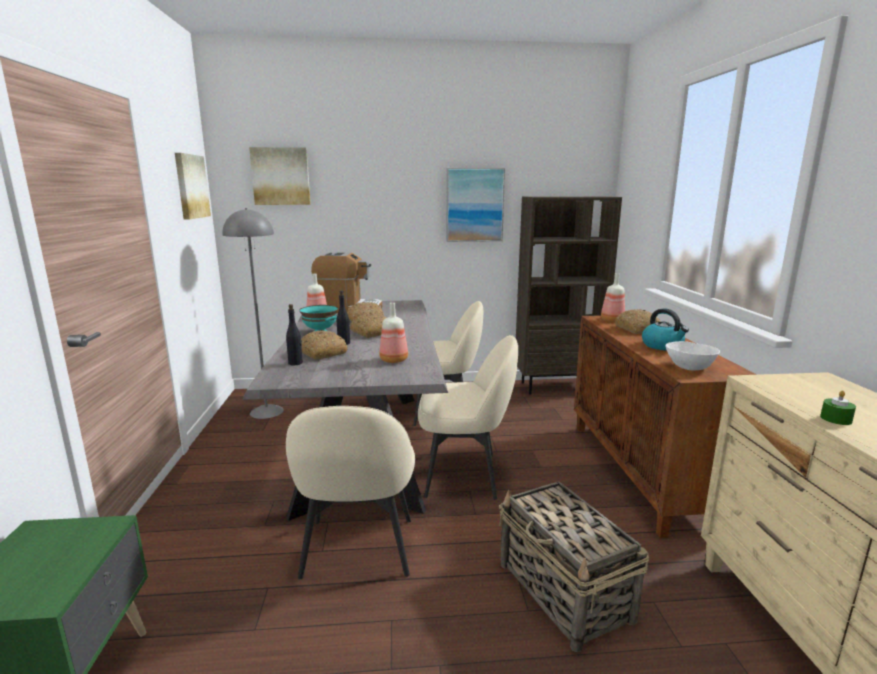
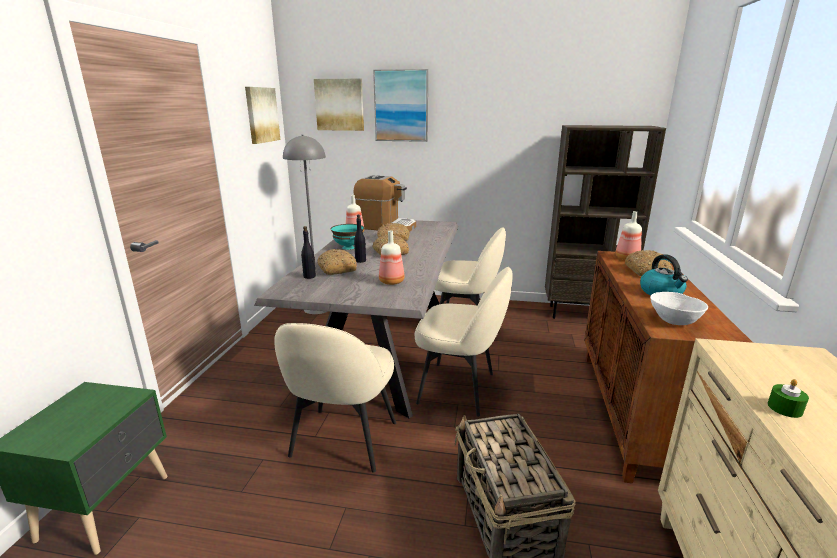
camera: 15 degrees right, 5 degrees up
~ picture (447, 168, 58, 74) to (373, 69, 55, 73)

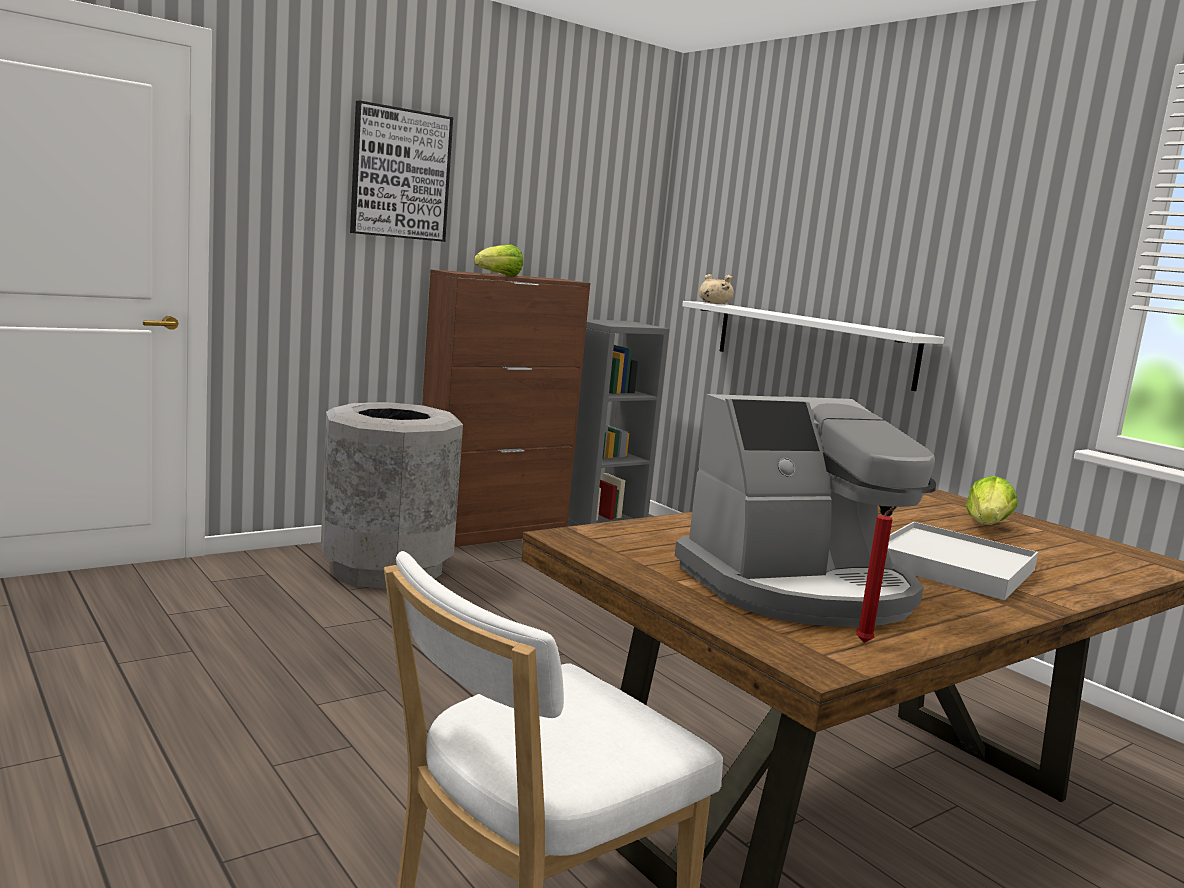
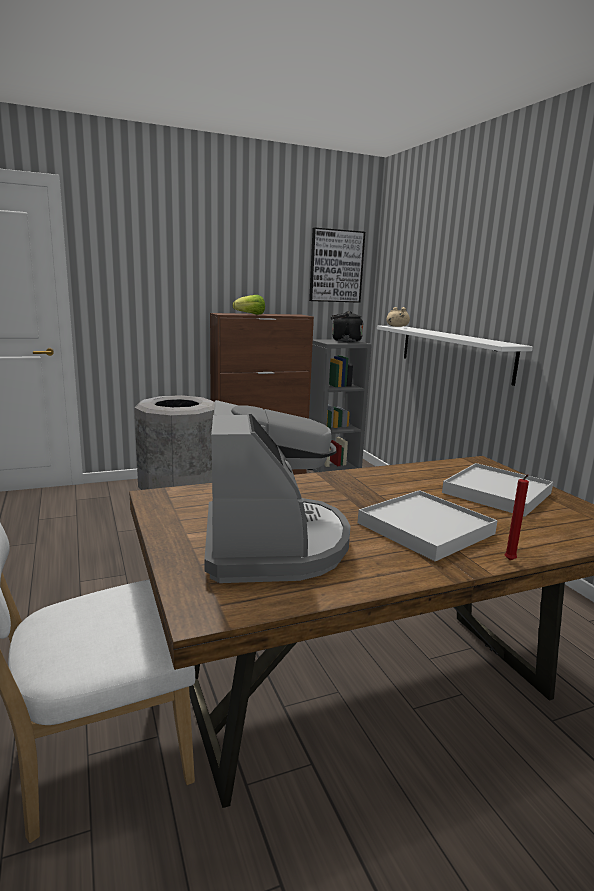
camera: 15 degrees right, 5 degrees up
~ coffee machine (675, 394, 261, 233) = (204, 400, 146, 183) 90 degrees counterclockwise
~ picture (350, 100, 103, 142) to (309, 228, 56, 75)
+ kettle/black (331, 311, 32, 31)
~ lettuce (965, 476, 52, 49) to tray/white (442, 463, 111, 54)
~ candle/red (856, 507, 38, 136) to (505, 474, 24, 86)

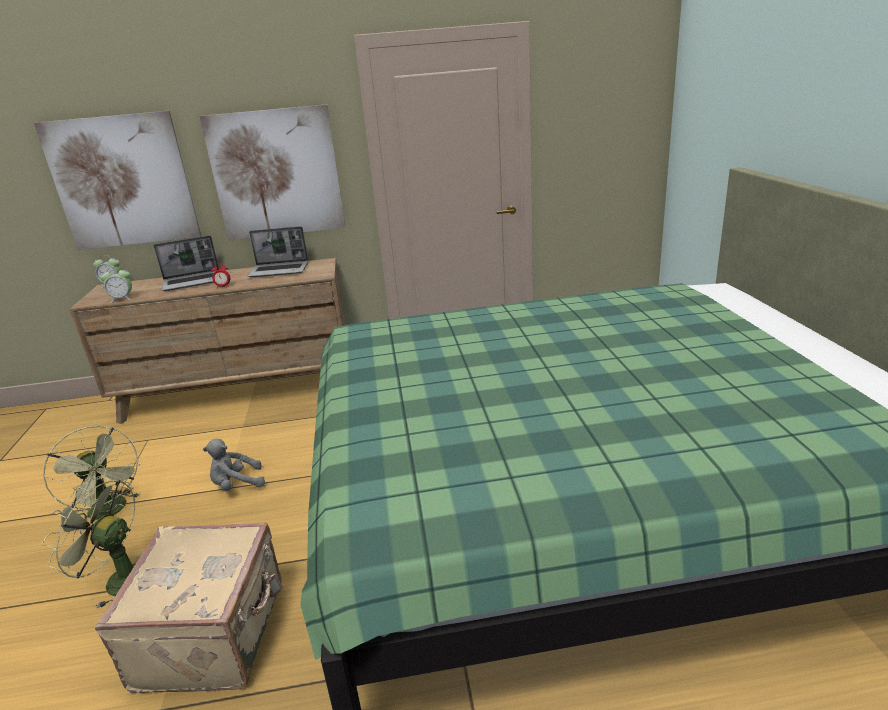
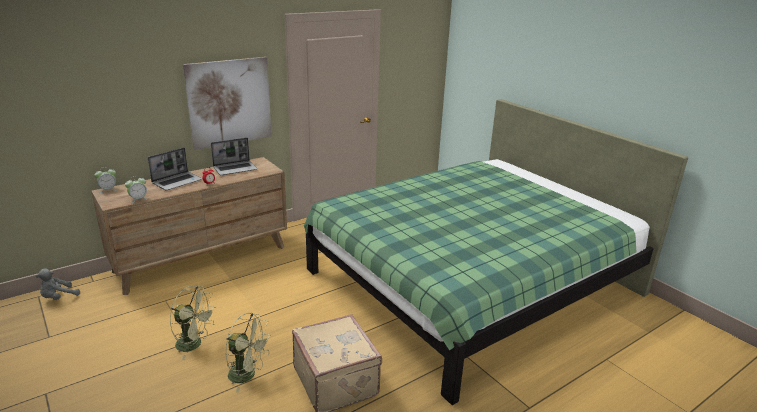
camera: 30 degrees left, 0 degrees up
~ plush toy/grey (203, 439, 62, 52) to (36, 268, 44, 32)
~ fan/green (42, 476, 102, 132) = (225, 312, 47, 80) 150 degrees counterclockwise
- picture (34, 111, 167, 139)

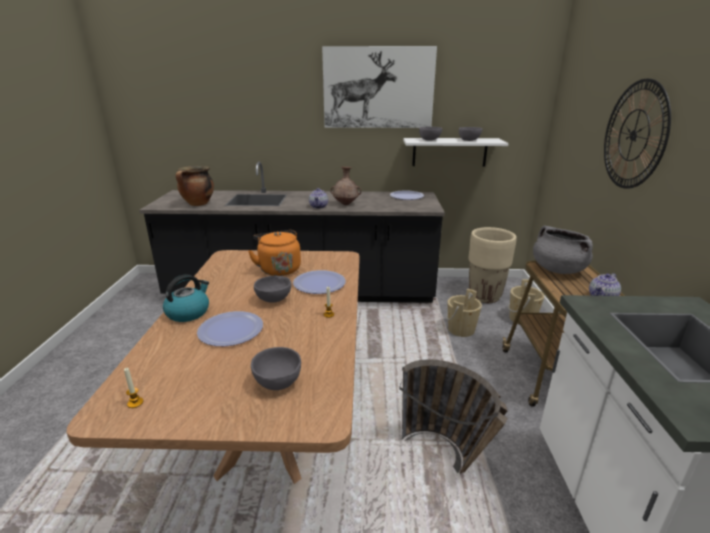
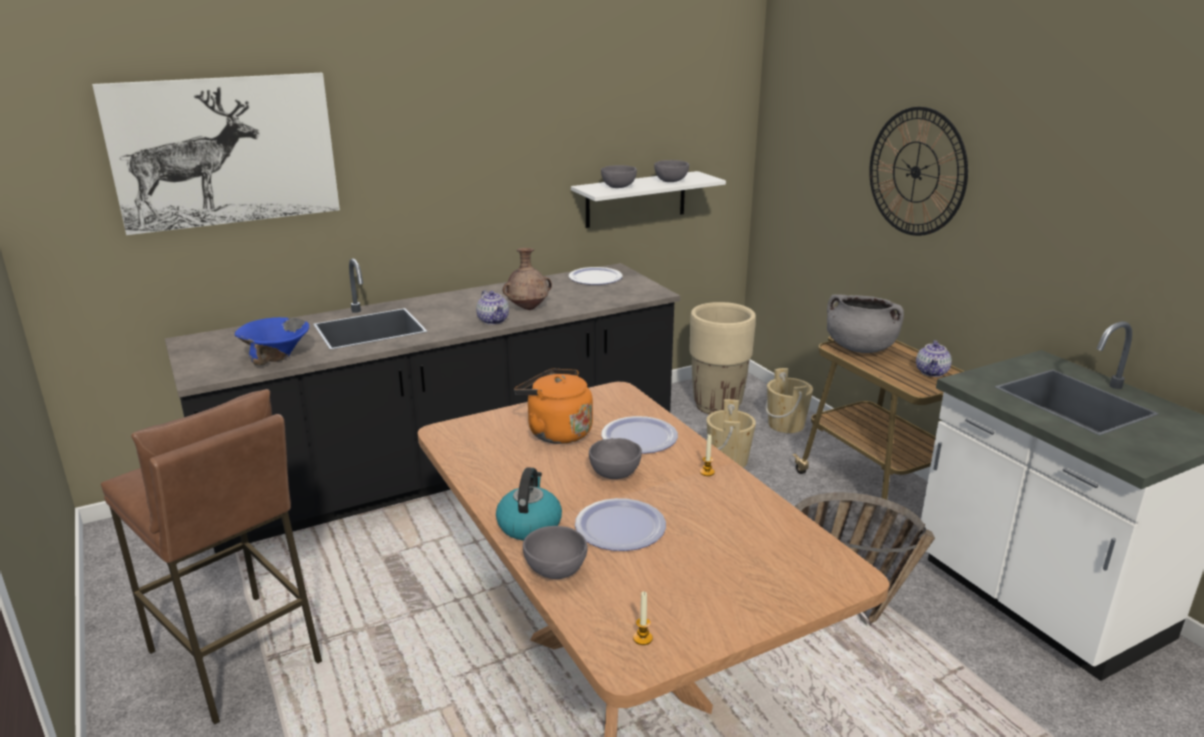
camera: 30 degrees left, 0 degrees up
~ picture (322, 46, 115, 82) to (92, 73, 248, 162)
+ stool/brown (101, 389, 221, 336)
~ cooking pot (176, 166, 38, 40) to bowl/blue (235, 317, 74, 48)
~ bowl/grey (251, 347, 50, 43) to (523, 526, 65, 53)

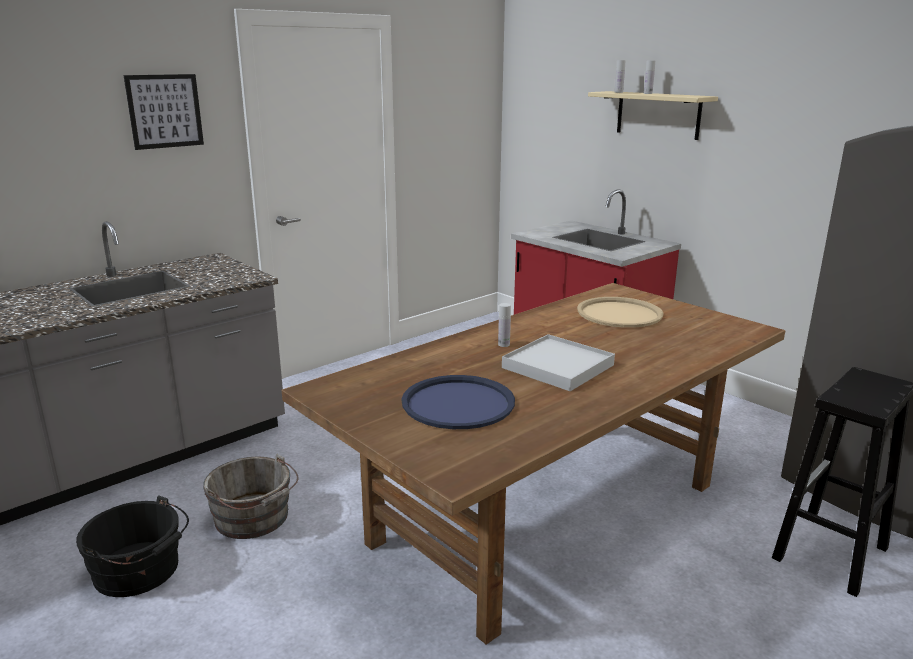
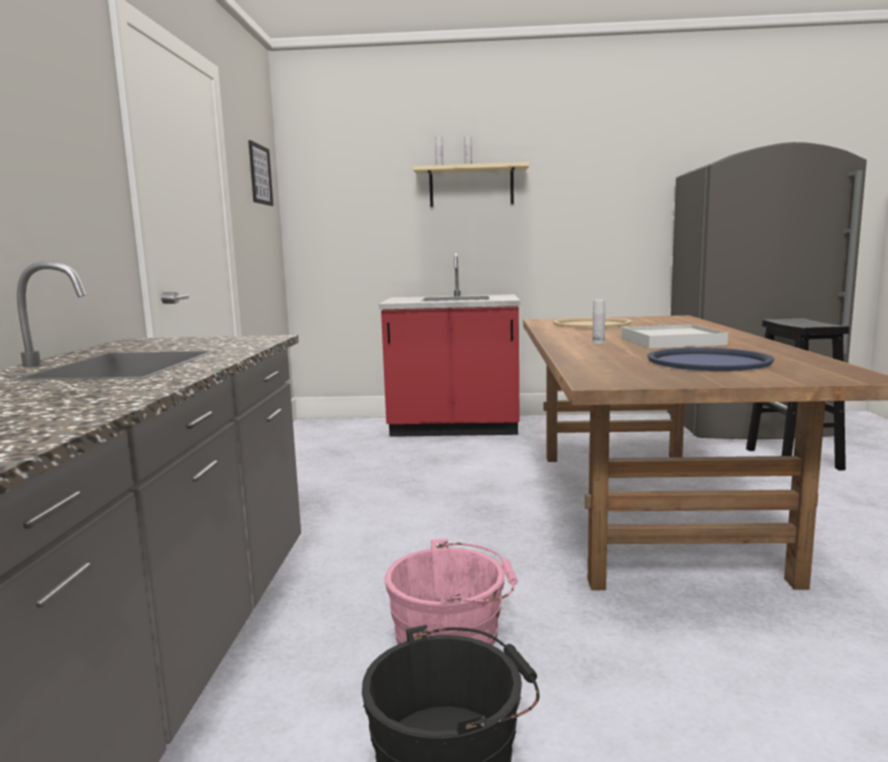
camera: 45 degrees left, 10 degrees down
~ picture (123, 74, 81, 76) to (248, 140, 25, 66)
~ bucket/grey (203, 454, 96, 85) to bucket/pink (384, 538, 134, 107)

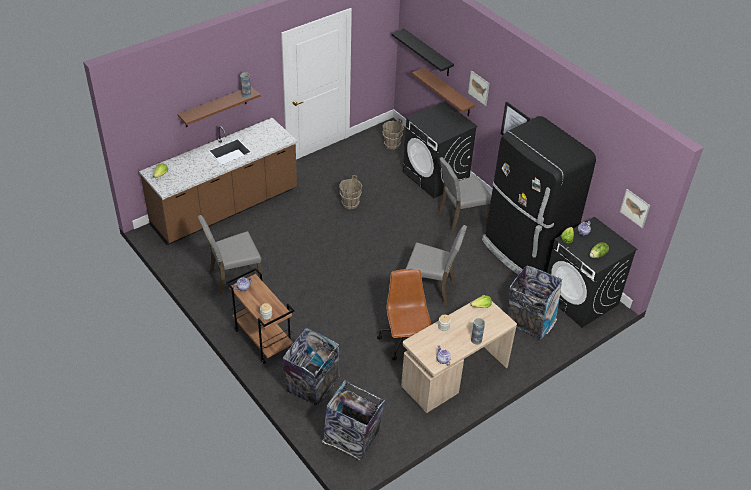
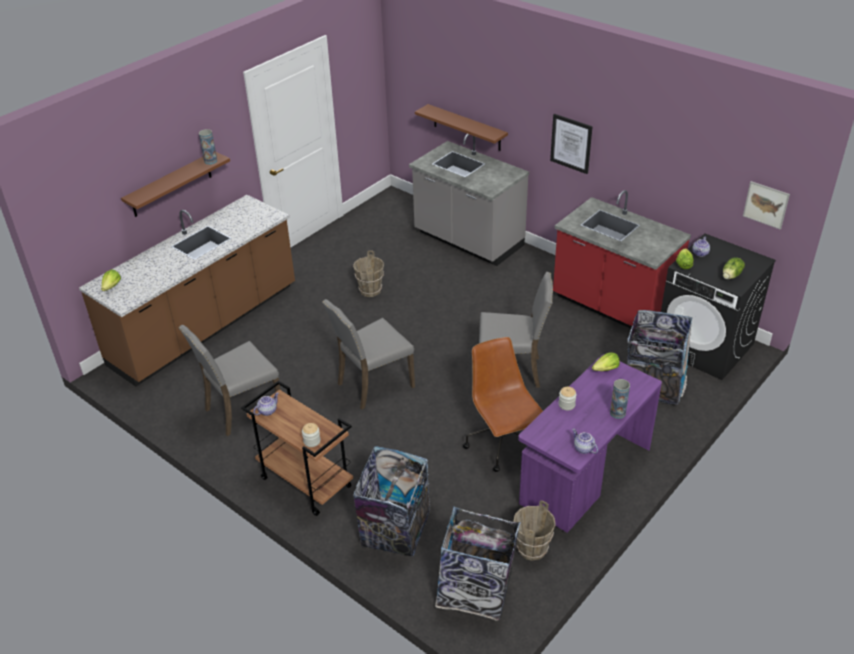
camera: 10 degrees left, 5 degrees down
~ chair/grey (438, 157, 53, 76) to (322, 299, 93, 110)
~ washing machine/black (403, 101, 75, 97) to counter/grey (409, 134, 120, 132)
~ bucket/brown (383, 118, 21, 32) to (513, 500, 43, 61)
~ desk/beige (401, 295, 116, 118) to desk/purple (518, 354, 144, 179)
~ fridge/black (482, 116, 114, 159) to counter/red (553, 190, 138, 138)
- shelf/black (392, 29, 62, 47)
- picture (468, 71, 22, 35)

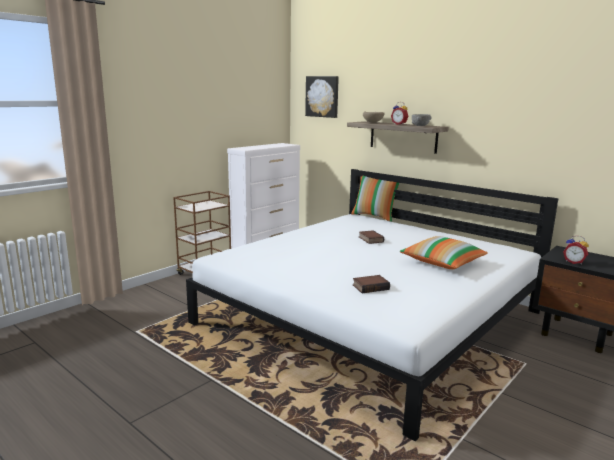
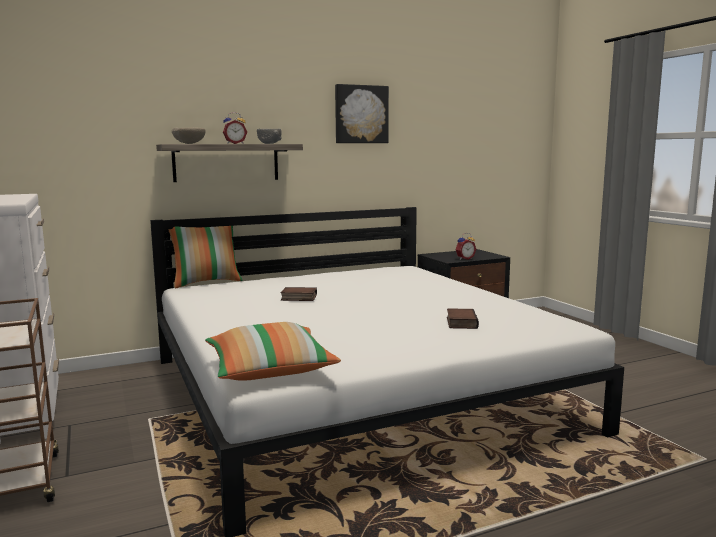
camera: 65 degrees left, 5 degrees down
~ pillow (400, 236, 88, 33) to (205, 322, 136, 59)
~ picture (305, 76, 34, 42) to (335, 84, 54, 59)

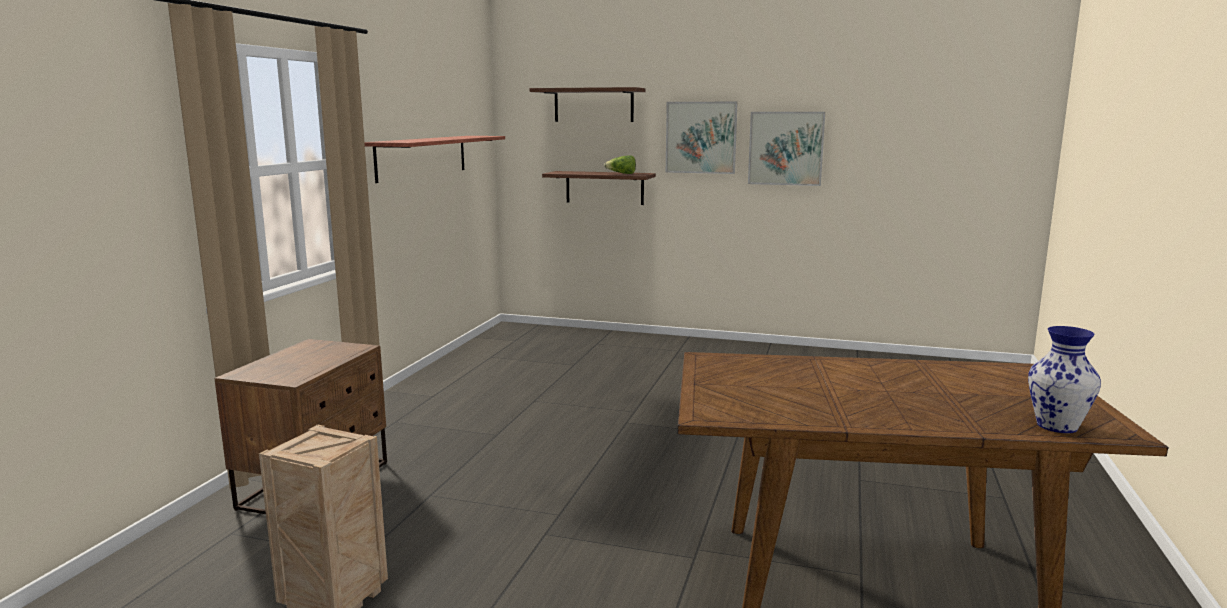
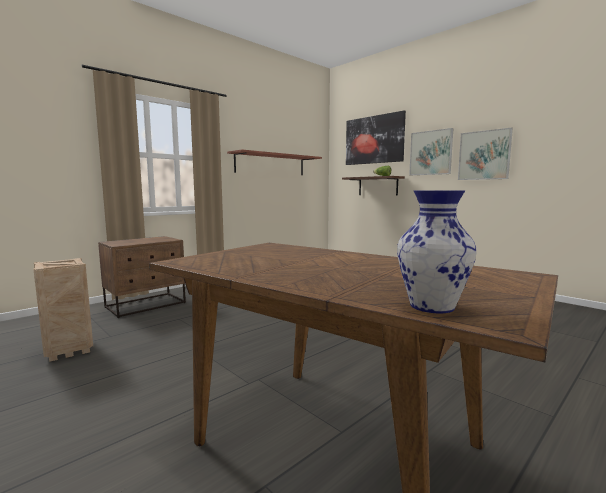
camera: 30 degrees right, 5 degrees down
~ shelf (529, 87, 117, 35) to picture (346, 111, 60, 54)

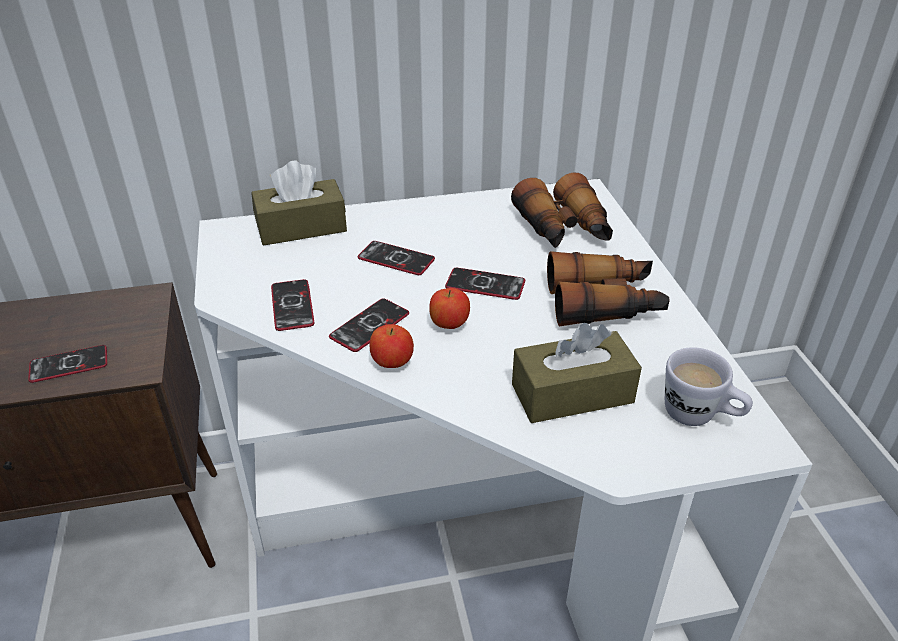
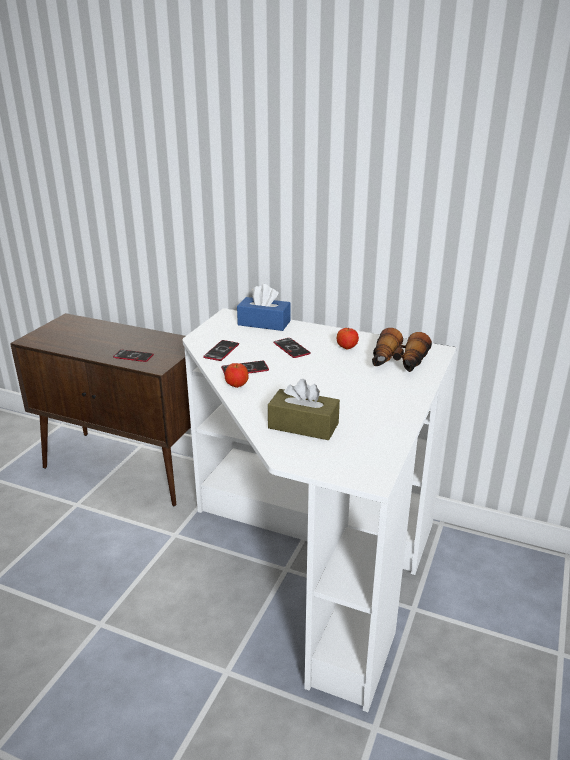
camera: 35 degrees right, 10 degrees down
~ tissue box/brown (251, 160, 96, 86) to tissue box/blue (237, 284, 53, 47)
~ apple (429, 288, 41, 41) to (337, 328, 22, 22)
- phone (445, 267, 80, 33)
- binoculars (547, 251, 123, 76)
- mug/white (665, 347, 88, 79)

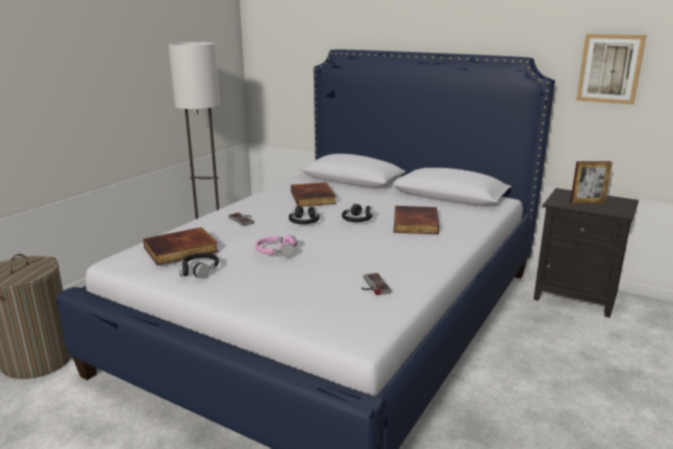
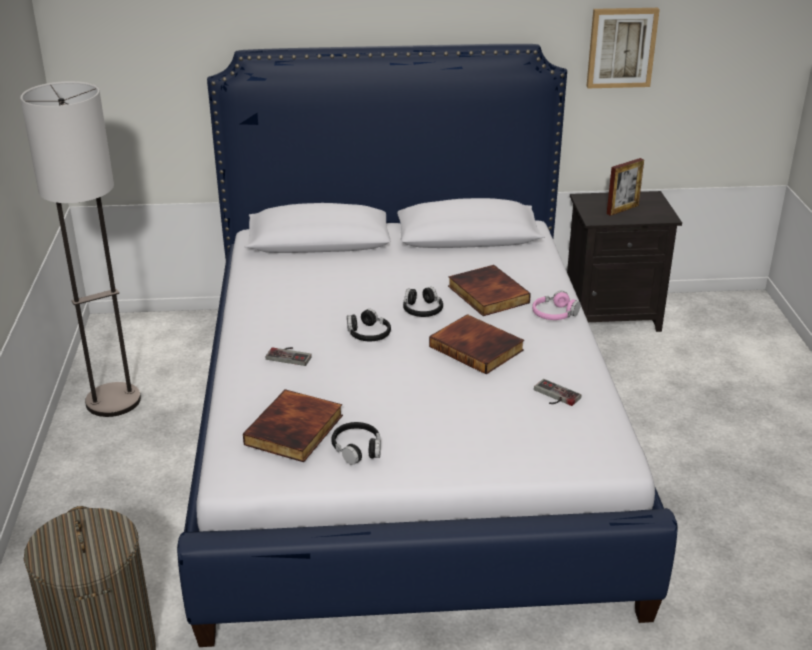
camera: 35 degrees left, 10 degrees up
~ book (291, 182, 46, 25) to (429, 314, 95, 60)
~ headphones/pink (255, 235, 42, 22) to (532, 291, 49, 29)

